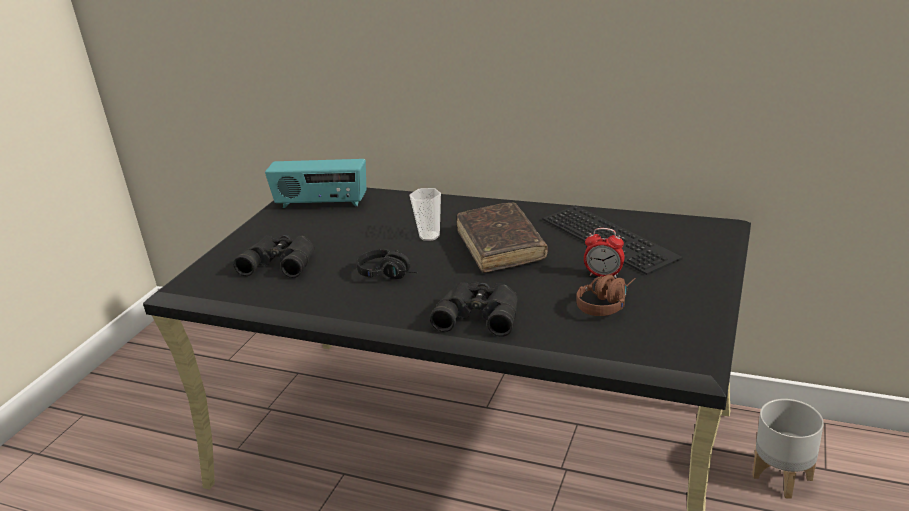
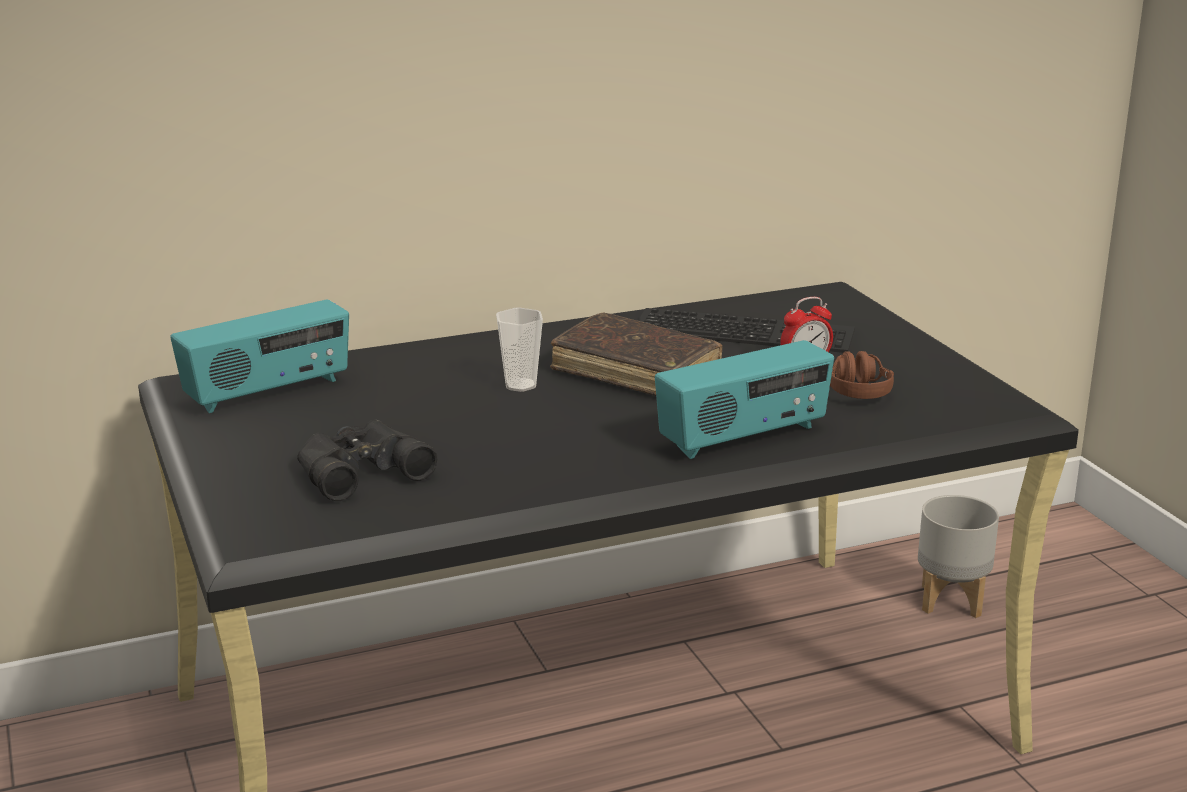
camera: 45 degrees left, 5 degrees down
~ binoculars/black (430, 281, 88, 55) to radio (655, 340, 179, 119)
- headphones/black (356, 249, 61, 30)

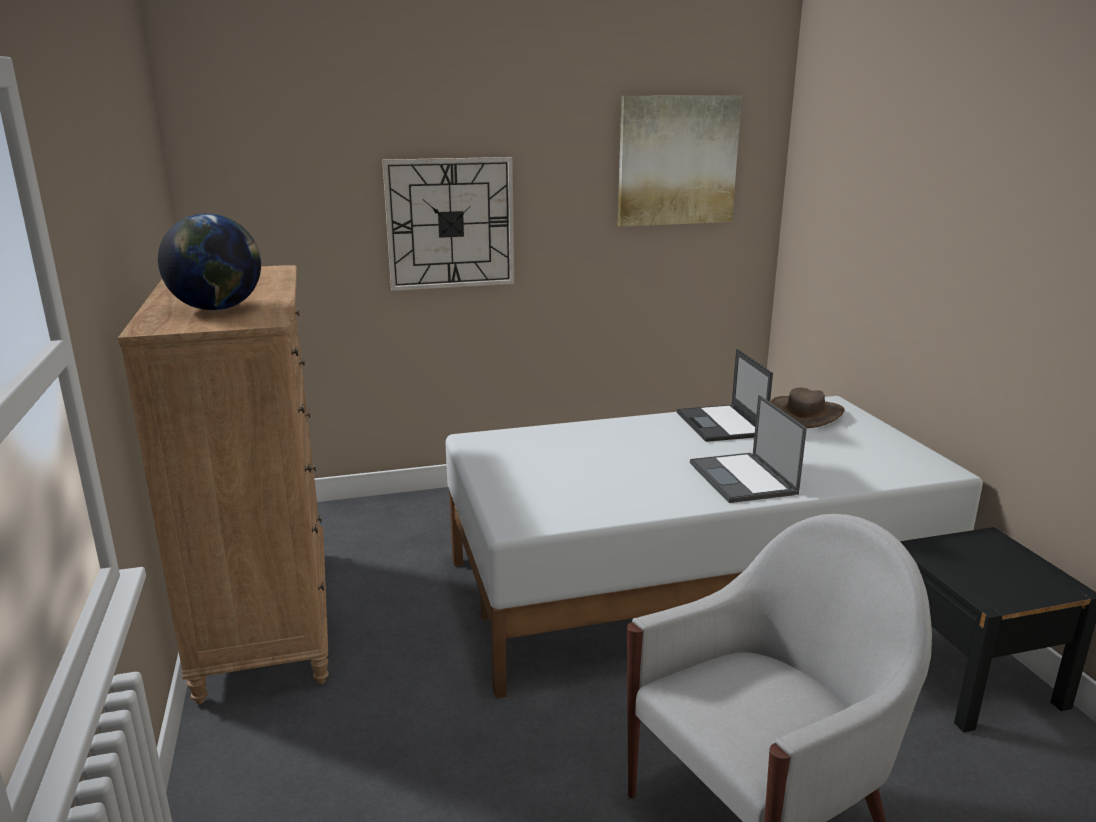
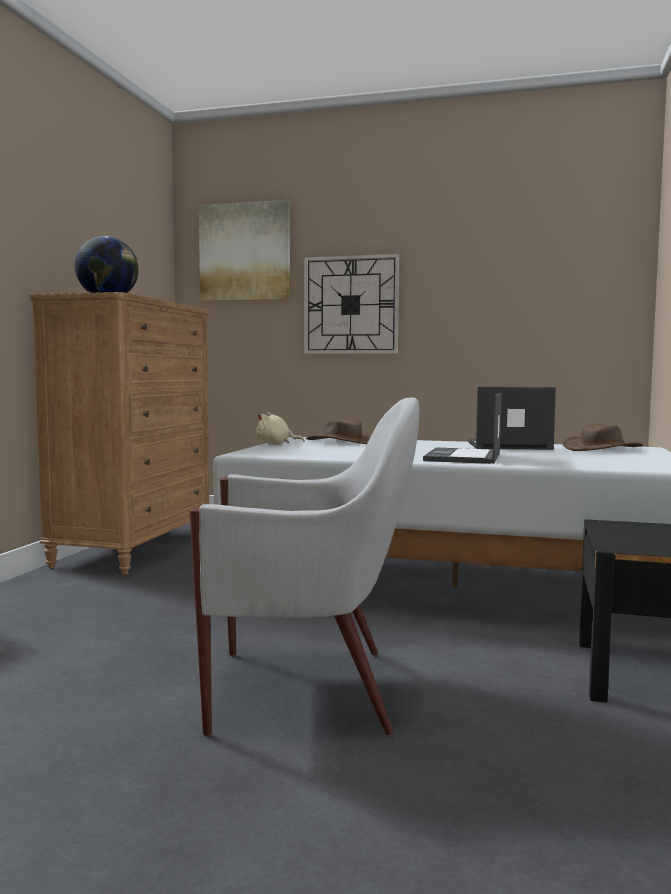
camera: 30 degrees right, 15 degrees down
~ picture (618, 95, 124, 132) to (199, 200, 91, 101)
+ plush toy/beige (256, 412, 49, 32)
+ hat/brown (306, 419, 66, 25)
~ laptop (677, 349, 96, 93) = (468, 387, 88, 63) 75 degrees clockwise

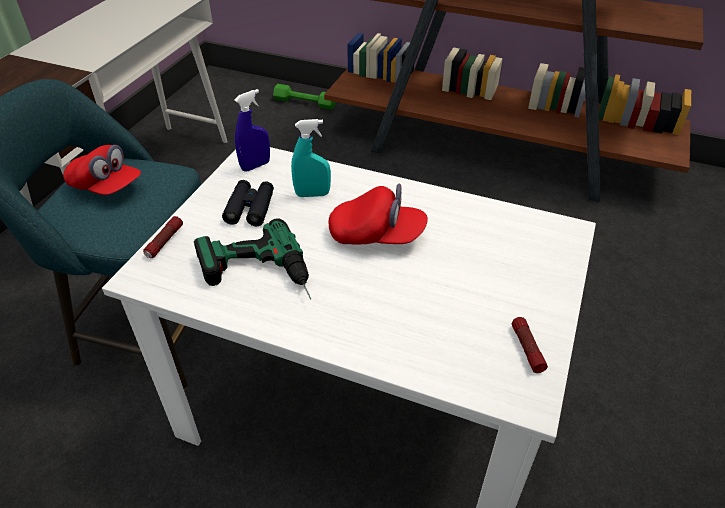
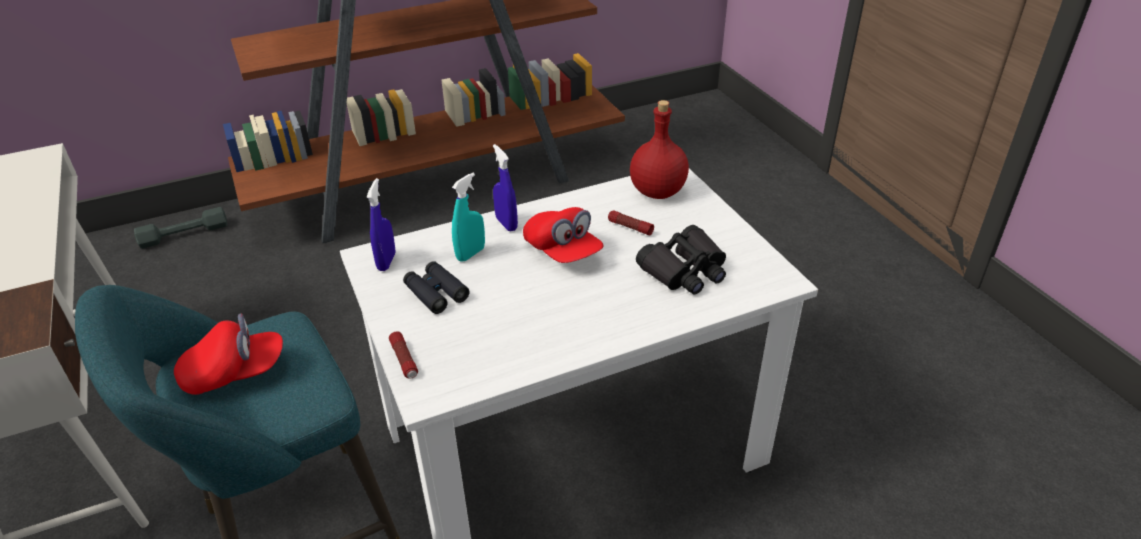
camera: 45 degrees left, 5 degrees down
~ dumbbell/green (273, 84, 63, 26) to dumbbell/grey (134, 207, 93, 42)
+ spray bottle/blue (493, 144, 25, 87)
~ cap/red (329, 184, 99, 60) = (523, 207, 81, 56) 90 degrees clockwise
~ flashlight (512, 317, 36, 56) to (608, 210, 46, 25)
+ bottle/red (630, 100, 59, 99)
+ binoculars/black (636, 225, 90, 69)
- power drill (194, 218, 117, 81)

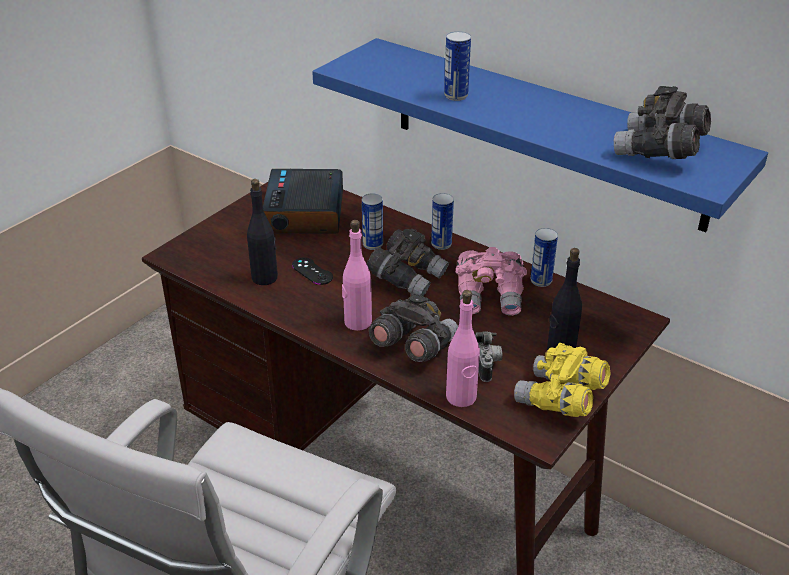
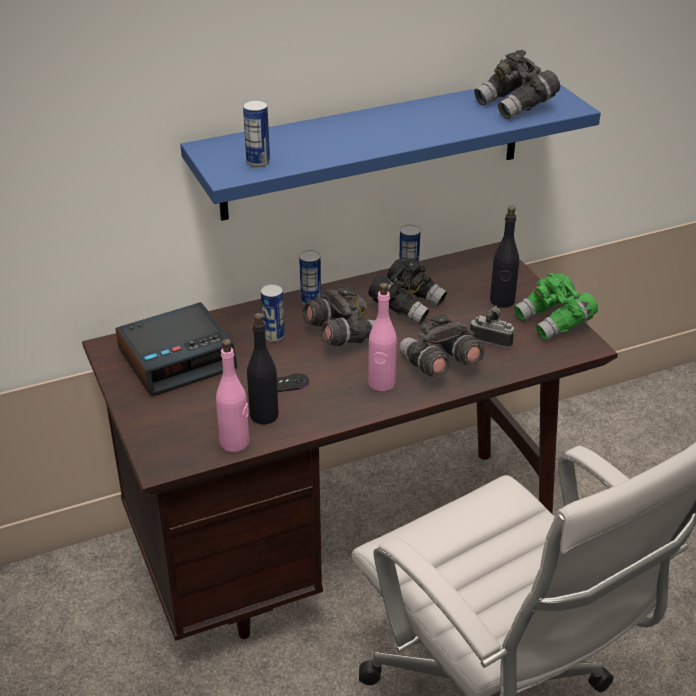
camera: 60 degrees left, 0 degrees up
~ alarm clock (263, 169, 80, 65) = (115, 302, 122, 94) 60 degrees counterclockwise
~ bottle/pink (446, 290, 34, 117) to (216, 339, 33, 113)
~ can (444, 31, 27, 70) to (243, 100, 27, 67)
~ binoculars/pink (456, 247, 71, 68) to binoculars/black (368, 258, 79, 67)
~ binoculars/yellow (514, 343, 97, 74) to binoculars/green (514, 273, 84, 68)

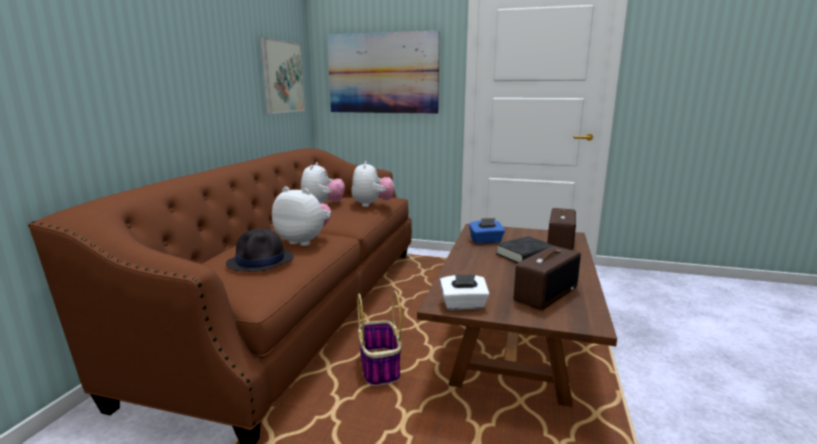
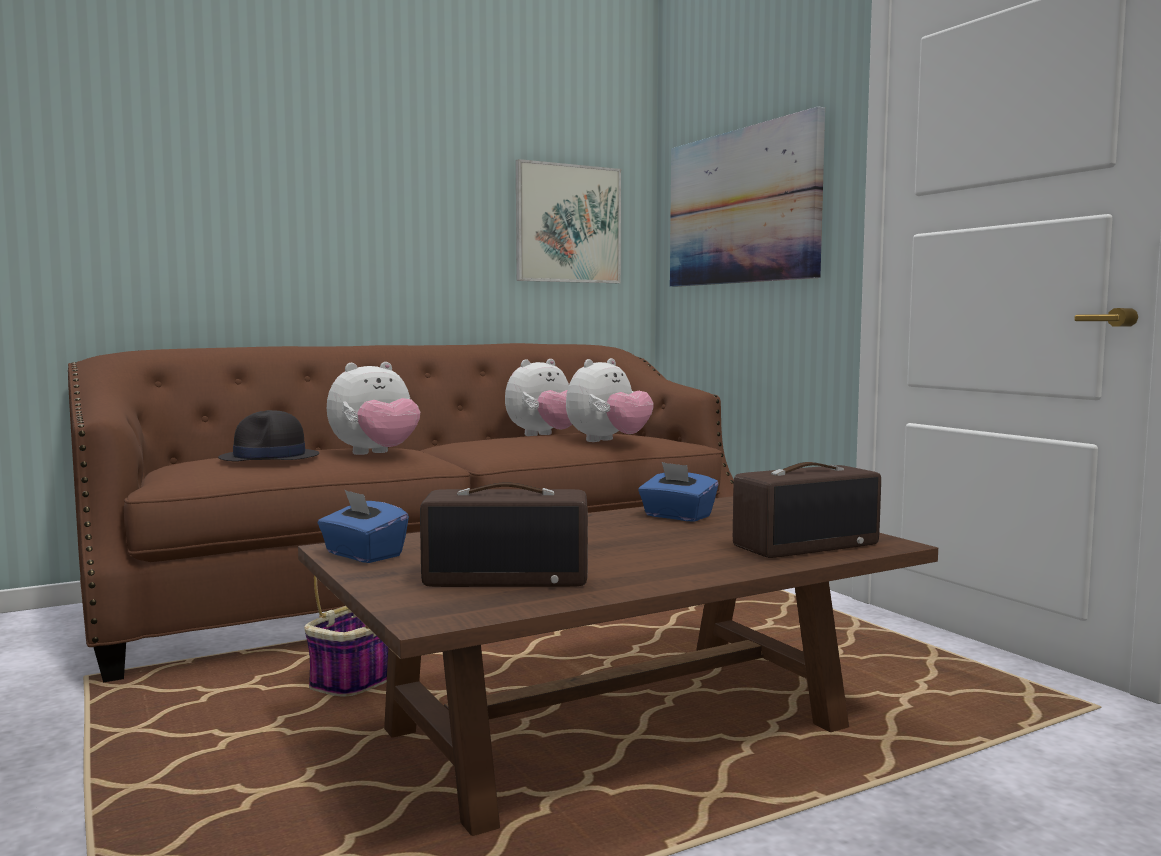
camera: 45 degrees right, 10 degrees down
~ tissue box/white (440, 274, 49, 36) to tissue box/blue (318, 489, 91, 74)
~ plush toy (272, 187, 60, 59) = (327, 362, 93, 93) 75 degrees clockwise
- book/black (496, 236, 58, 27)

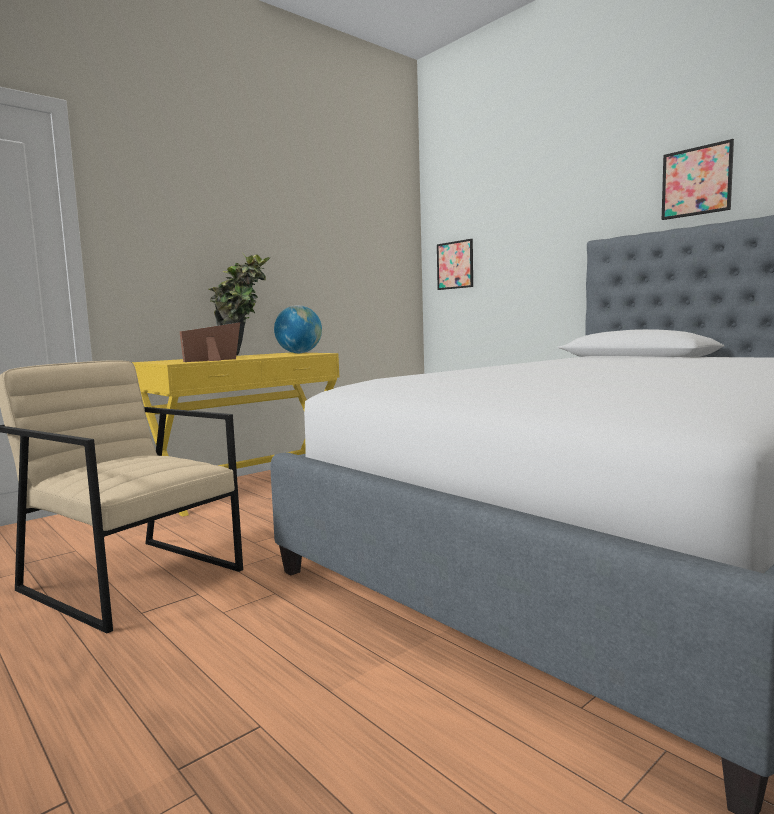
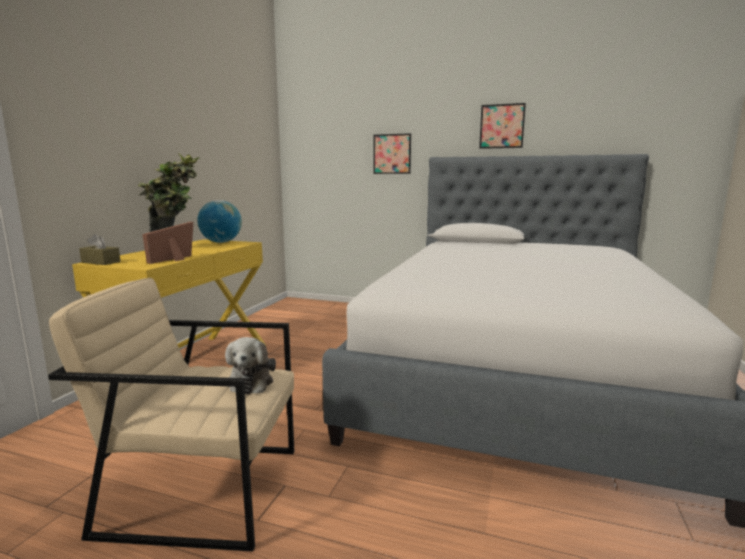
camera: 30 degrees left, 5 degrees up
+ tissue box/brown (79, 234, 42, 31)
+ plush toy (225, 337, 51, 57)
~ picture (437, 239, 36, 51) to (373, 133, 38, 41)

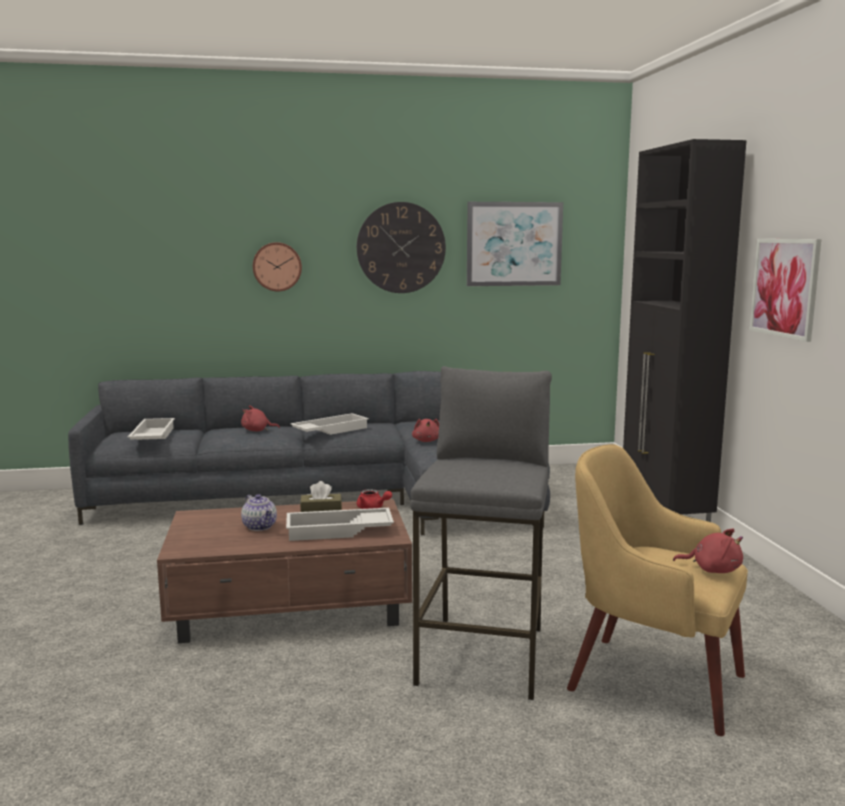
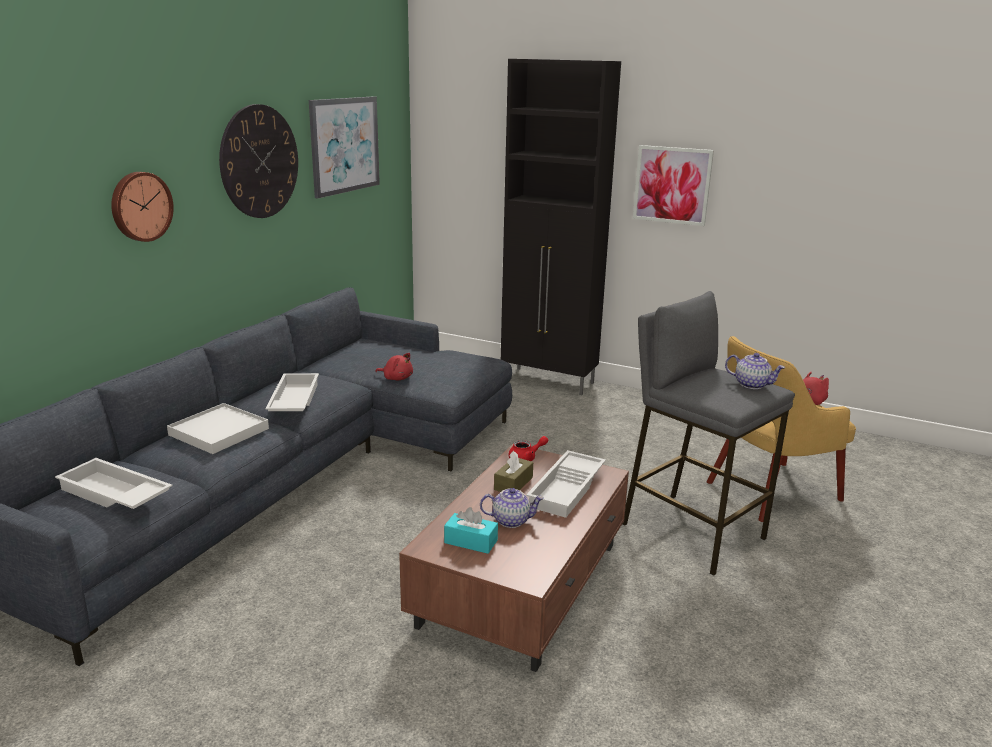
camera: 55 degrees left, 10 degrees up
~ plush toy/red (241, 405, 39, 26) to tray/white (167, 403, 102, 51)
+ tissue box/turquoise (444, 507, 54, 47)
+ teapot (725, 353, 61, 36)

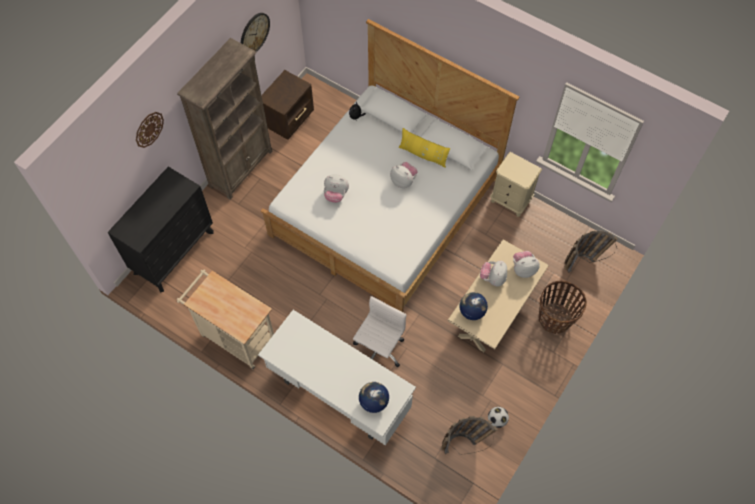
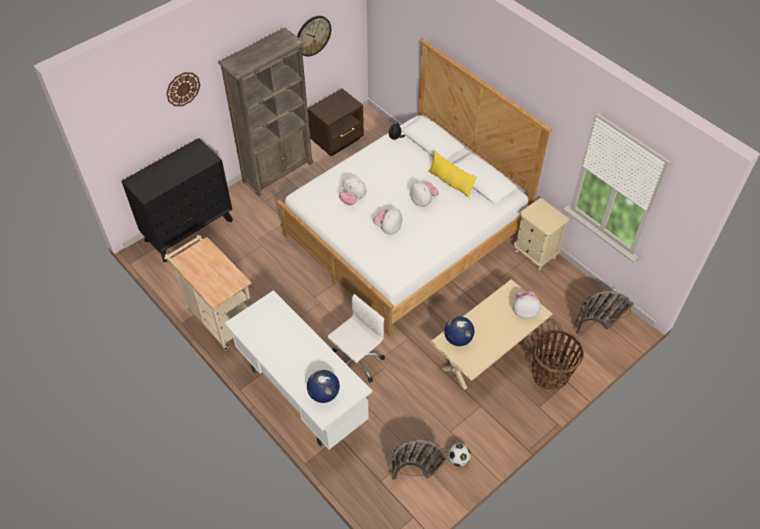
camera: 15 degrees right, 10 degrees down
~ plush toy (480, 261, 27, 25) to (373, 208, 29, 26)

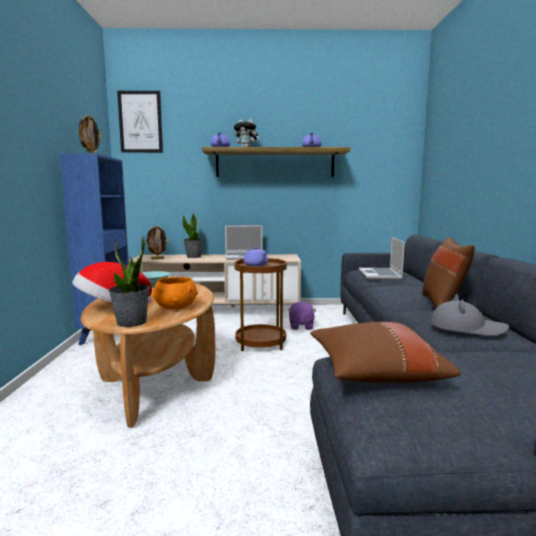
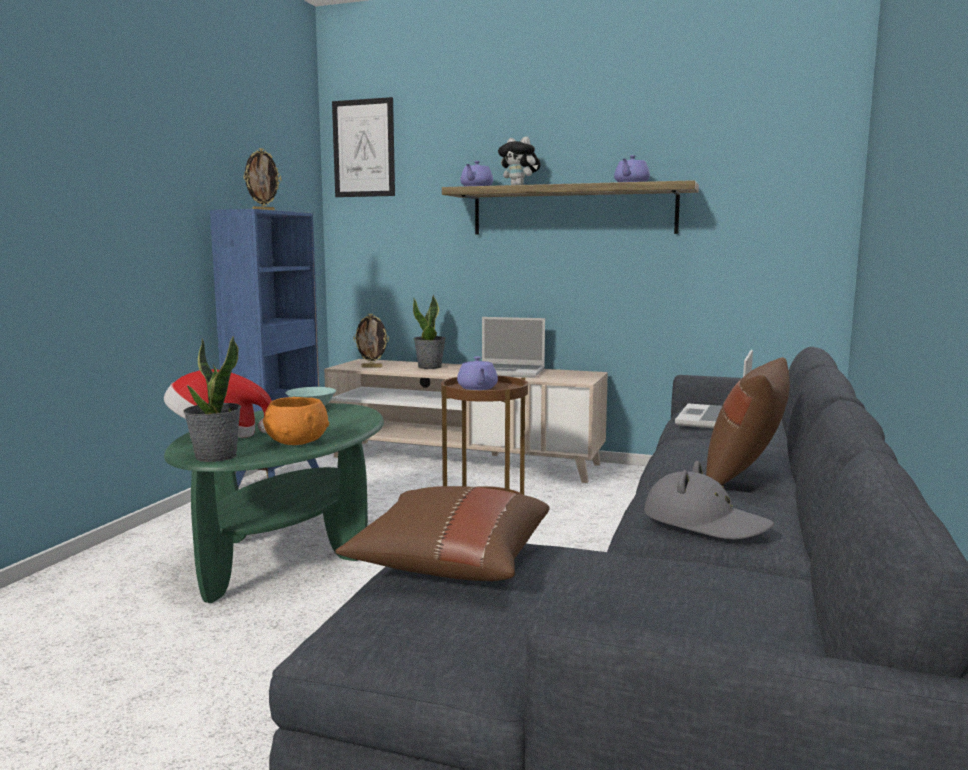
camera: 20 degrees right, 0 degrees up
~ coffee table/brown (80, 283, 135, 145) to coffee table/green (164, 403, 220, 200)
- plush toy/purple (288, 301, 28, 29)

